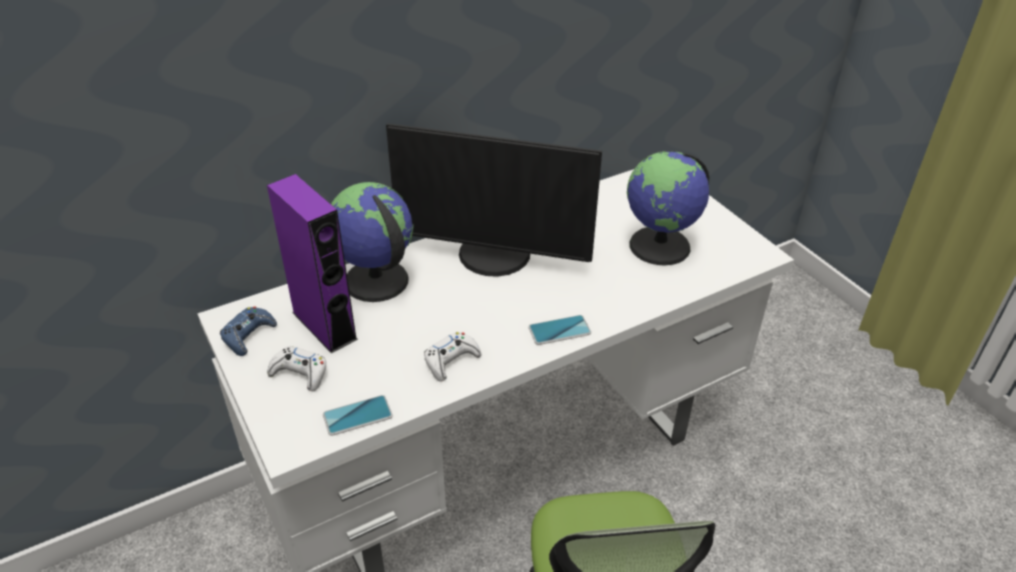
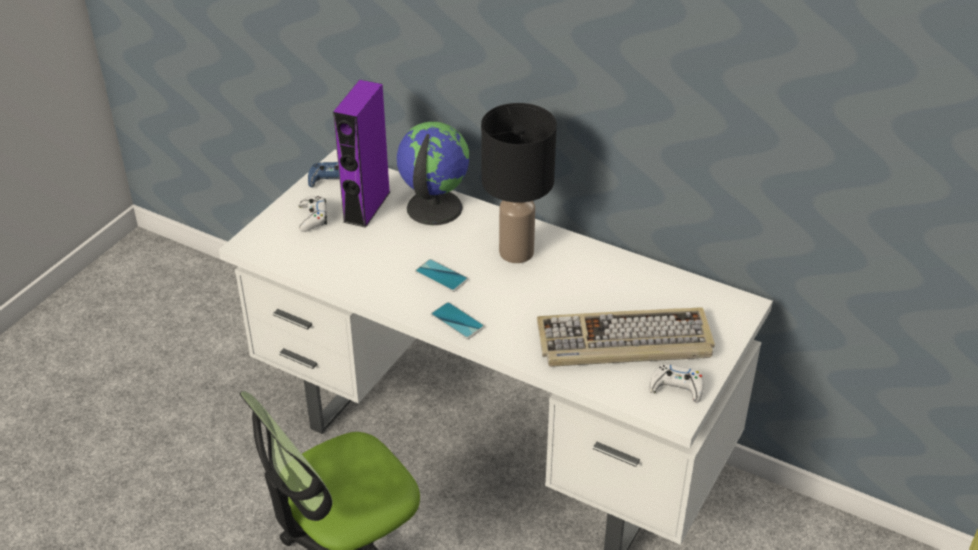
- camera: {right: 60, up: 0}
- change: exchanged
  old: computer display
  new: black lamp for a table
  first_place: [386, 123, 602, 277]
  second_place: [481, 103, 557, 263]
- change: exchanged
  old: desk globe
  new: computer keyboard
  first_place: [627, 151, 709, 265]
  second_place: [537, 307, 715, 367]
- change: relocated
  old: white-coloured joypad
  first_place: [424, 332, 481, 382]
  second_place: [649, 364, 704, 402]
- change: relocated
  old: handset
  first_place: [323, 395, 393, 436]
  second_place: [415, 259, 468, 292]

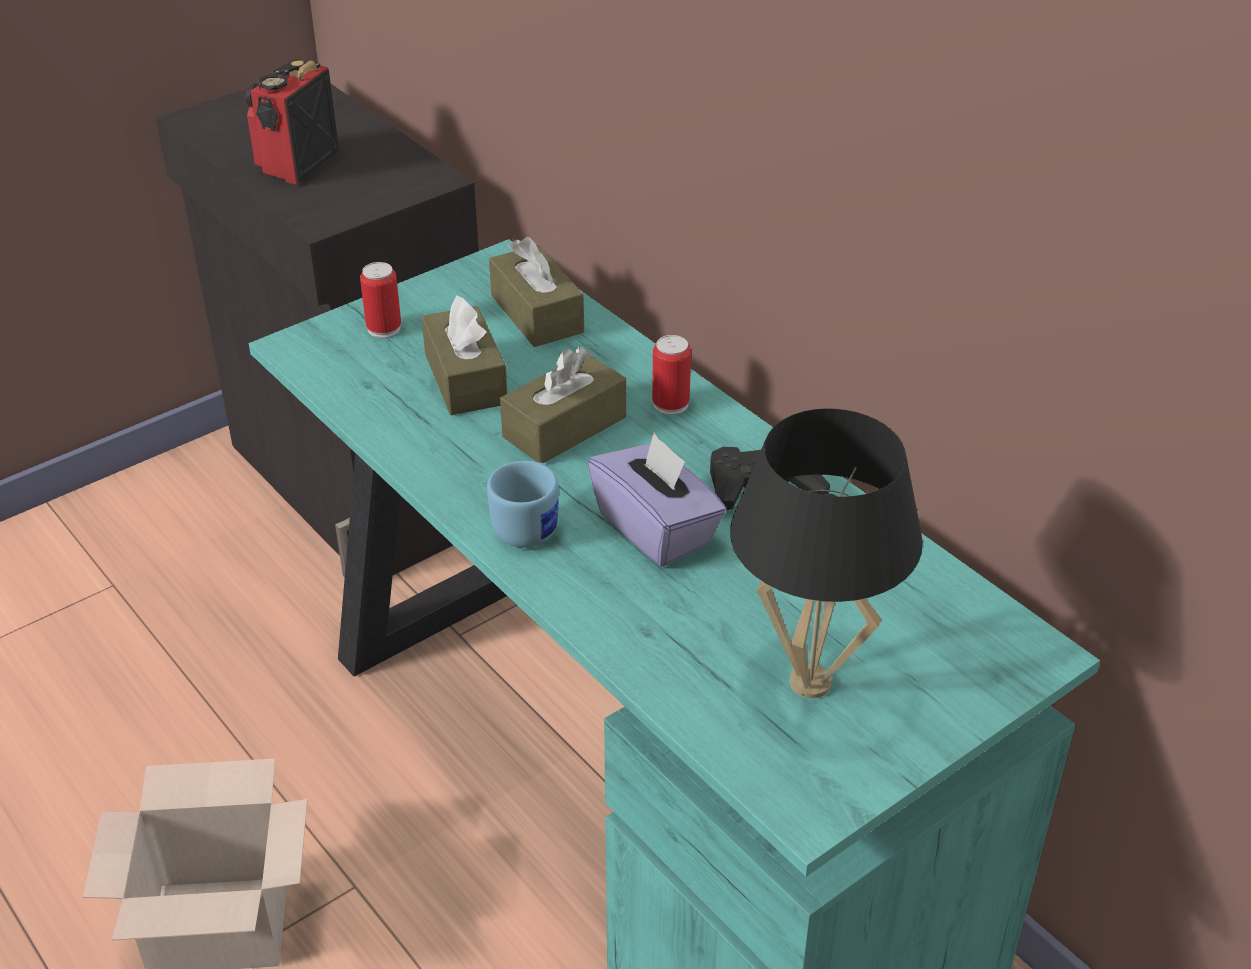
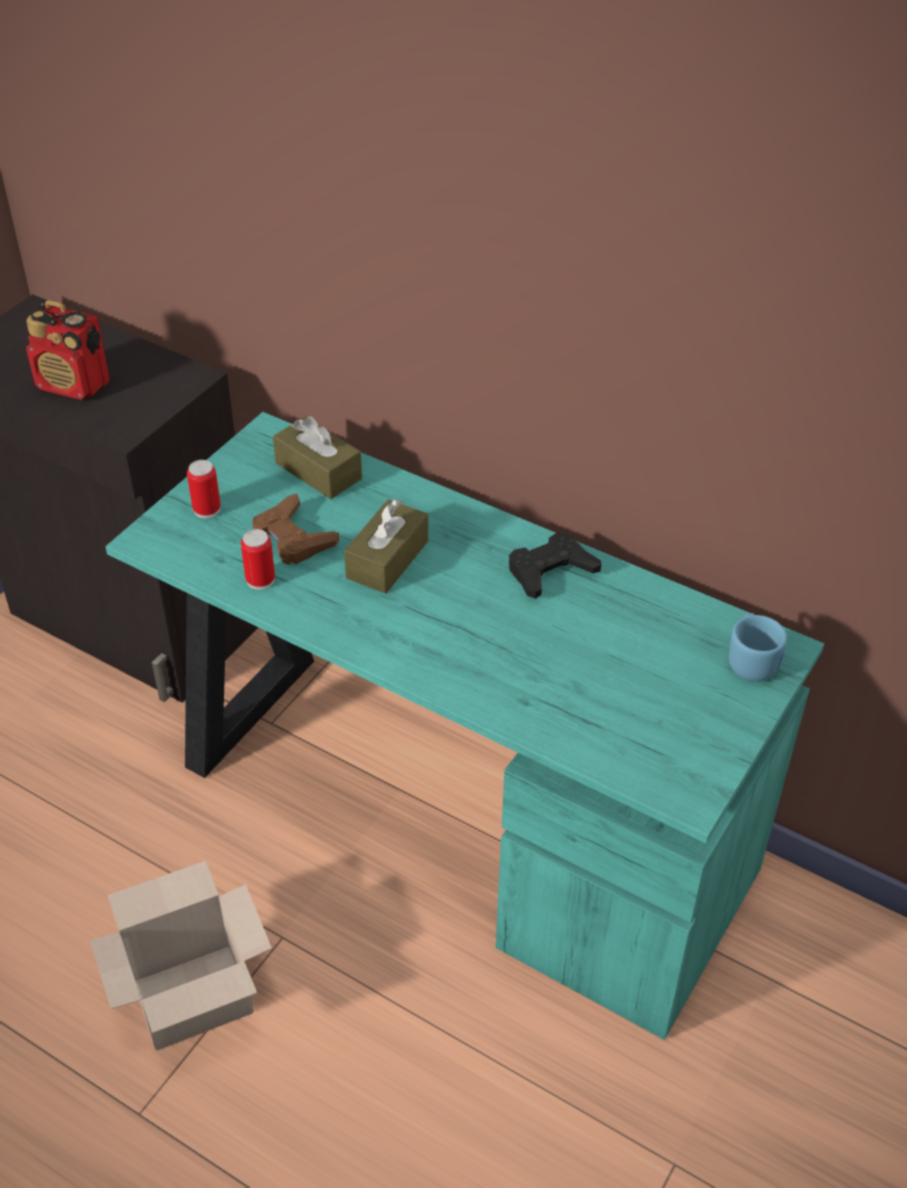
- camera: {right: -20, up: 5}
- change: spun
  old: radio
  first_place: [246, 59, 339, 185]
  second_place: [26, 300, 110, 400]
  degrees: -75
- change: exchanged
  old: brown-coloured tissue holder
  new: brown-coloured joypad
  first_place: [422, 296, 507, 415]
  second_place: [252, 493, 339, 565]
- change: relocated
  old: can
  first_place: [652, 335, 691, 415]
  second_place: [241, 529, 275, 590]
- change: missing
  old: black lamp for a table
  first_place: [730, 408, 923, 698]
- change: missing
  old: purplish tissue holder
  first_place: [588, 433, 727, 567]
- change: relocated
  old: blue-coloured coffee mug
  first_place: [487, 461, 559, 548]
  second_place: [729, 613, 787, 682]

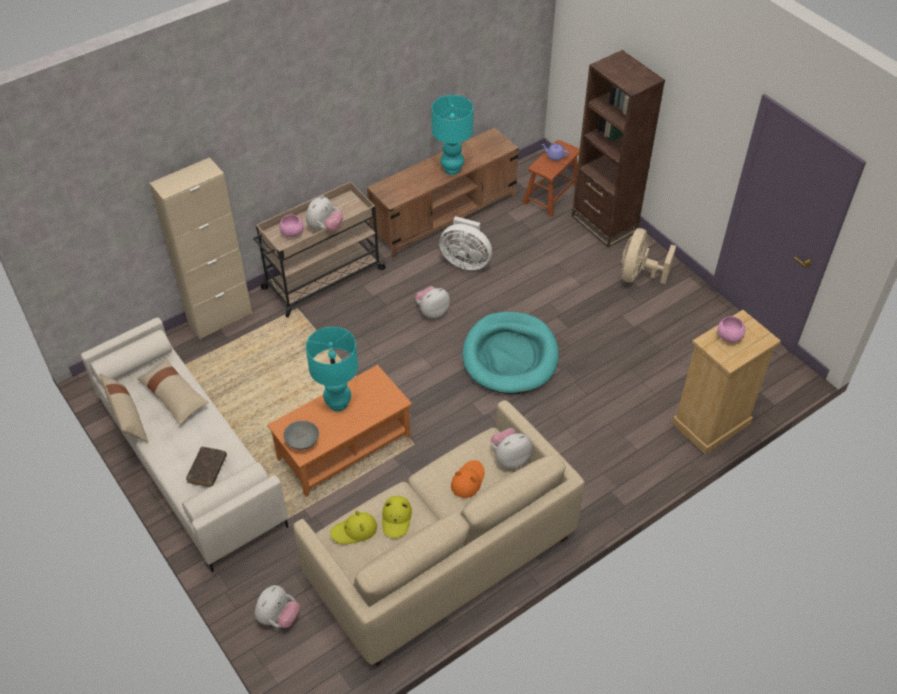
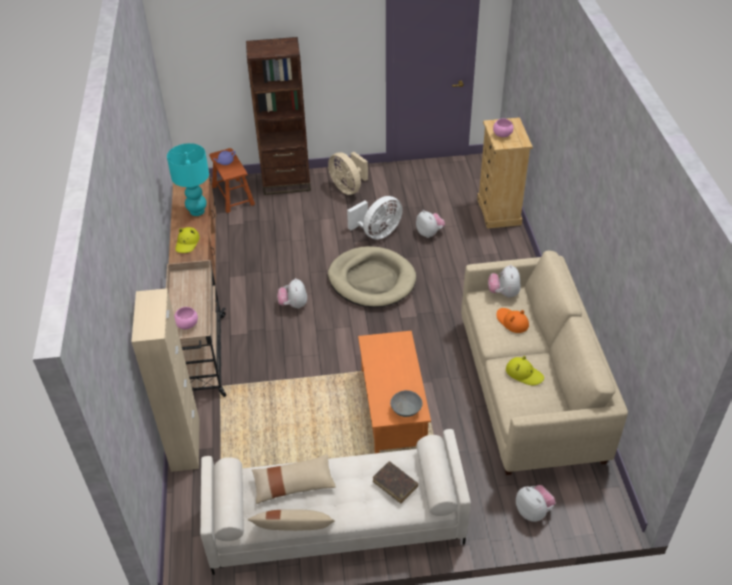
- camera: {right: -60, up: -5}
- change: relocated
  old: soft toy
  first_place: [306, 195, 343, 231]
  second_place: [416, 210, 445, 238]
- change: relocated
  old: white-coloured cooling fan
  first_place: [439, 216, 492, 270]
  second_place: [347, 196, 403, 240]
- change: colour
  old: blue-green dog bed
  new: beige-coloured dog bed
  first_place: [463, 312, 559, 394]
  second_place: [328, 246, 416, 307]
- change: missing
  old: blue-green lamp for a table
  first_place: [306, 326, 358, 411]
- change: relocated
  old: yellow wearable hat
  first_place: [330, 510, 377, 544]
  second_place: [175, 227, 200, 253]

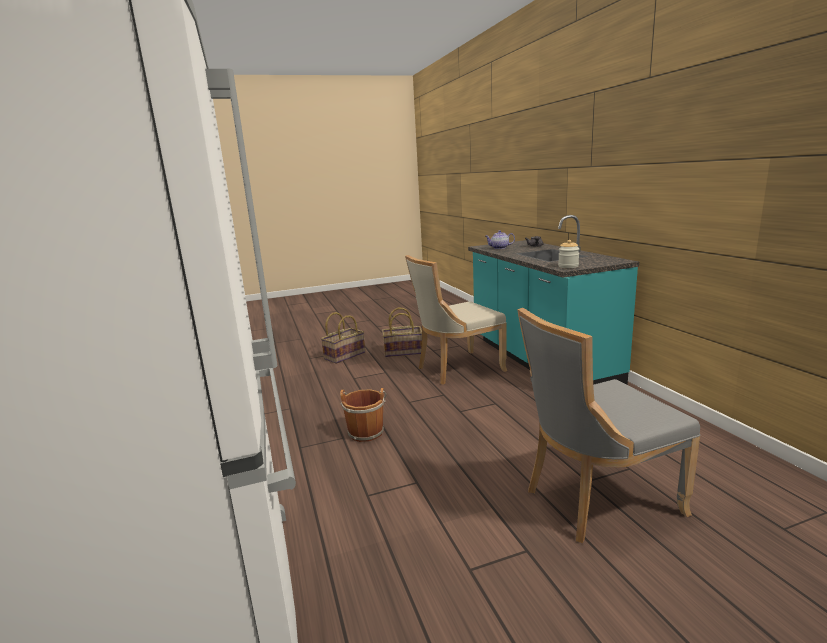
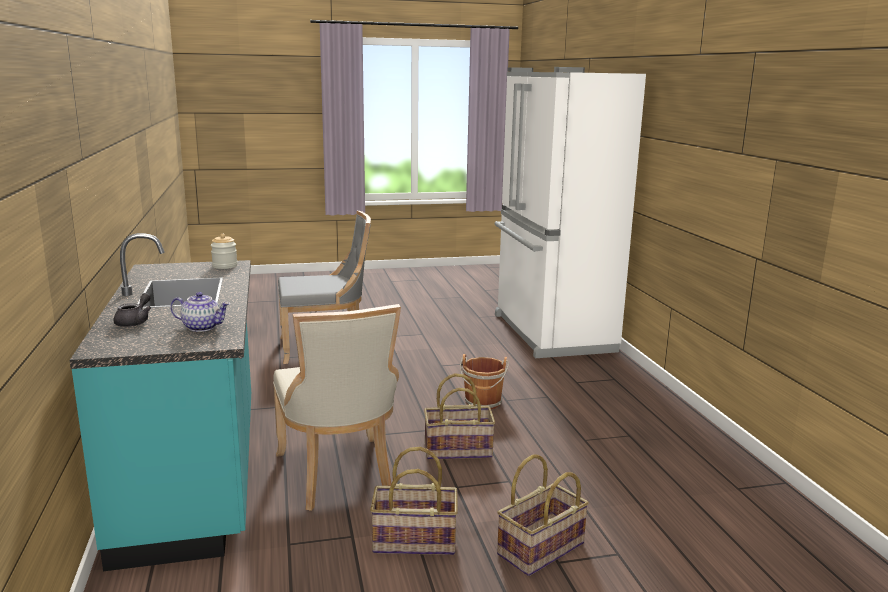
- camera: {right: -175, up: 0}
- change: spun
  old: beige-coloured chair
  first_place: [405, 255, 507, 385]
  second_place: [273, 304, 401, 511]
  degrees: 90
- change: appeared
  new: basket
  second_place: [424, 373, 495, 460]

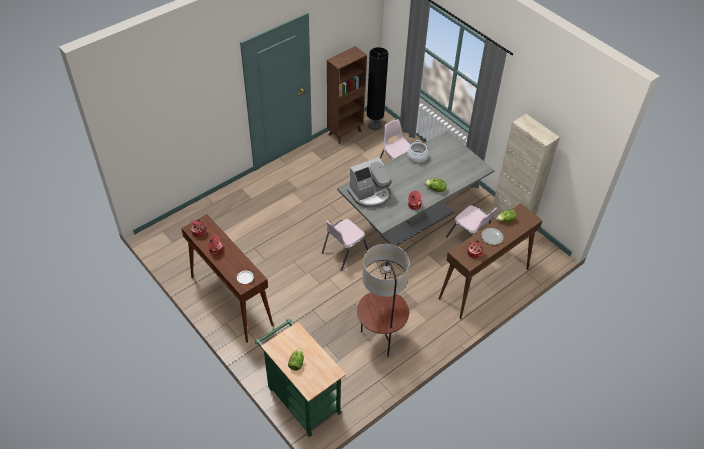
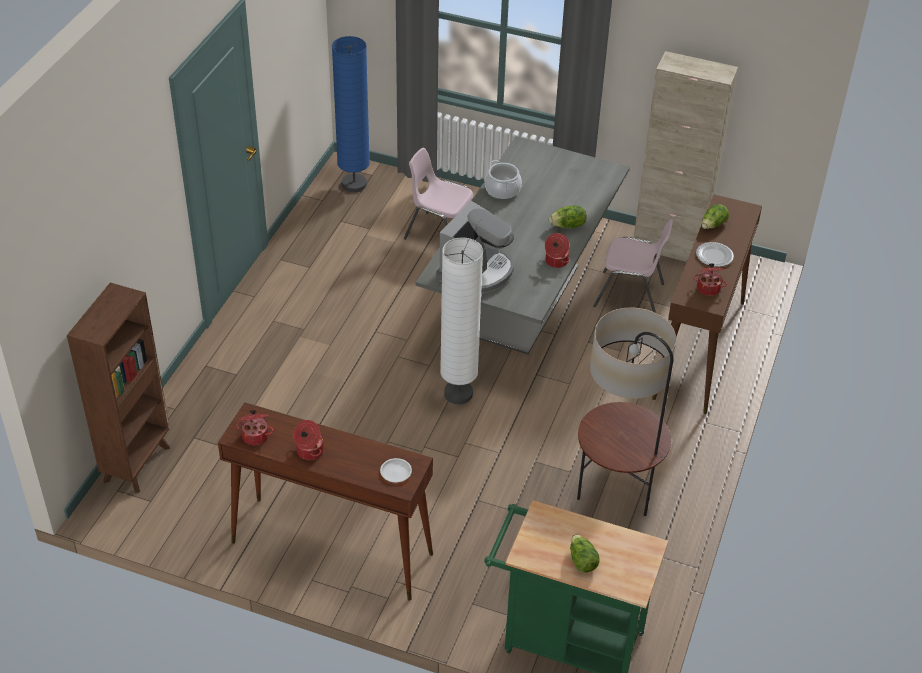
- camera: {right: -30, up: -5}
- change: relocated
  old: brown-coloured bookcase
  first_place: [327, 46, 367, 144]
  second_place: [67, 283, 170, 493]
- change: colour
  old: black standard lamp
  new: blue-coloured standard lamp
  first_place: [367, 47, 389, 130]
  second_place: [332, 36, 370, 192]
- change: exchanged
  old: pinkish chair
  new: white-coloured standard lamp
  first_place: [322, 219, 368, 271]
  second_place: [440, 237, 483, 404]

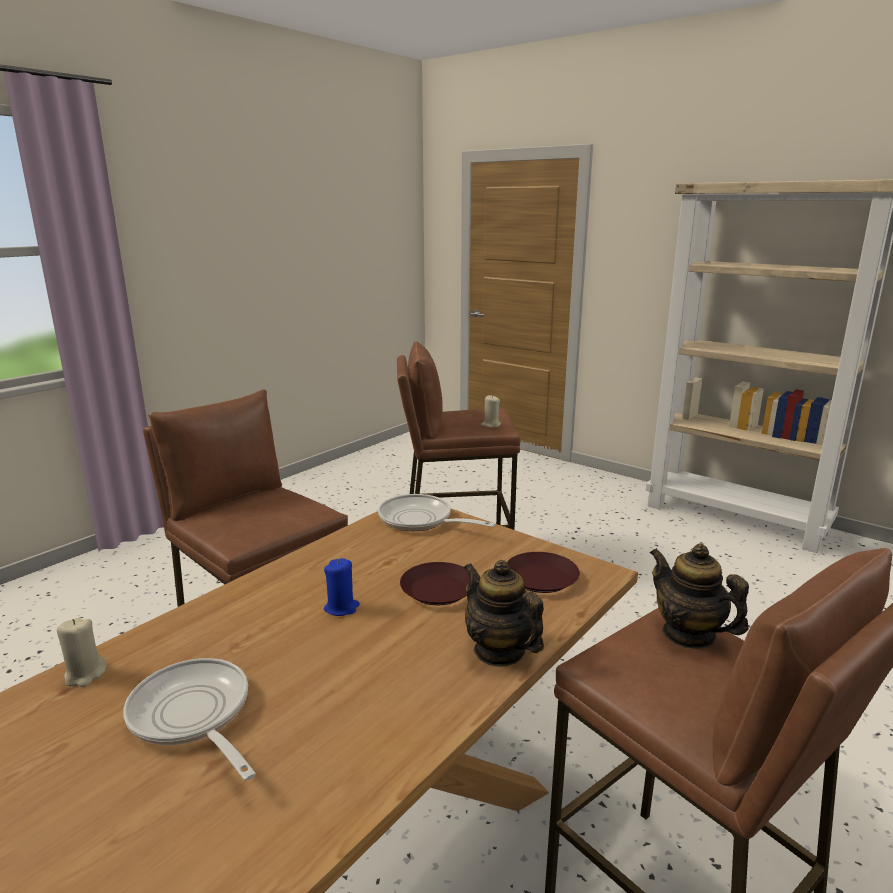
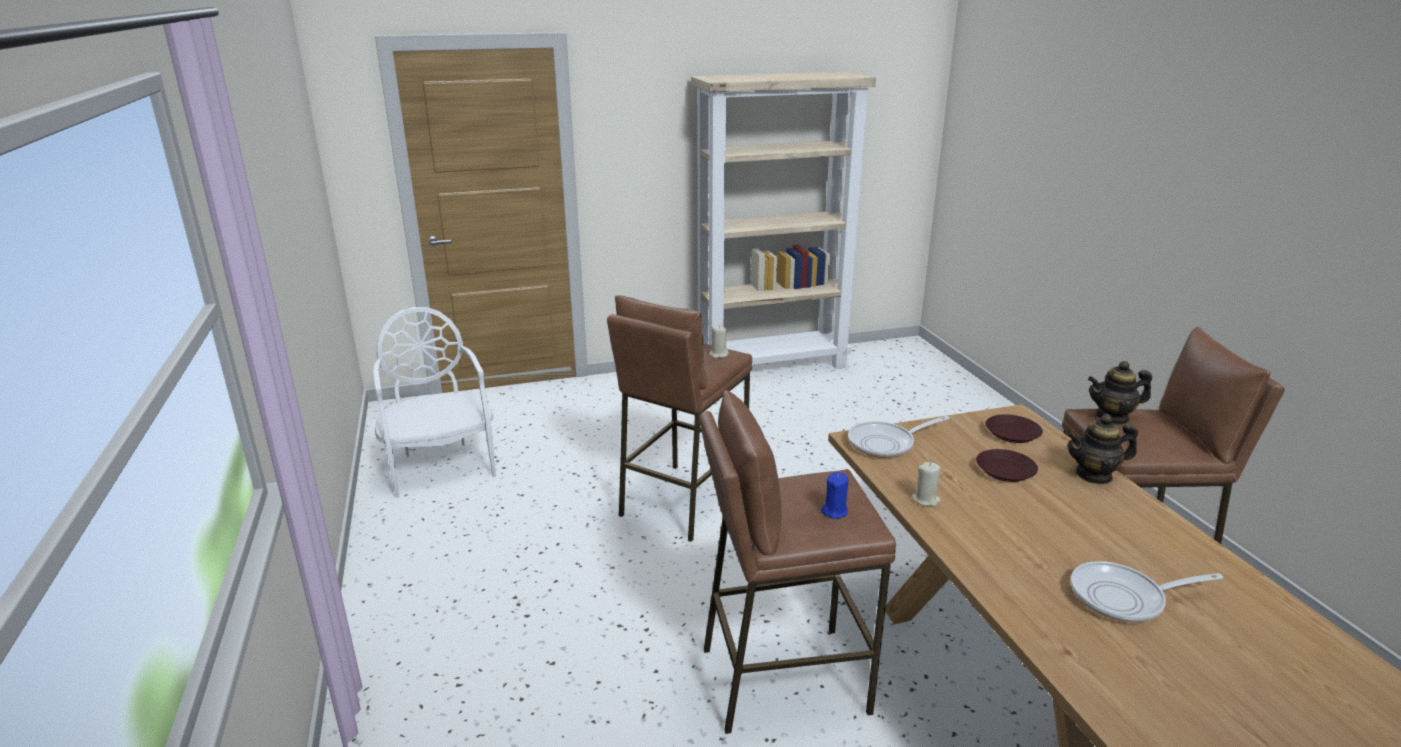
- camera: {right: -55, up: 5}
- change: relocated
  old: blue-coloured wax light
  first_place: [324, 558, 359, 616]
  second_place: [821, 472, 849, 519]
- change: relocated
  old: beige-coloured wax light
  first_place: [57, 618, 107, 687]
  second_place: [912, 462, 940, 506]
- change: appeared
  new: white-coloured chair
  second_place: [373, 307, 496, 498]

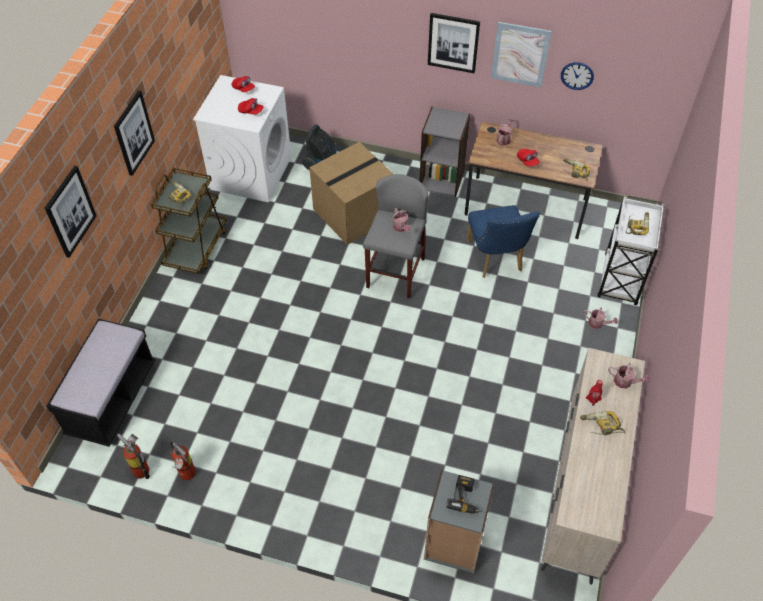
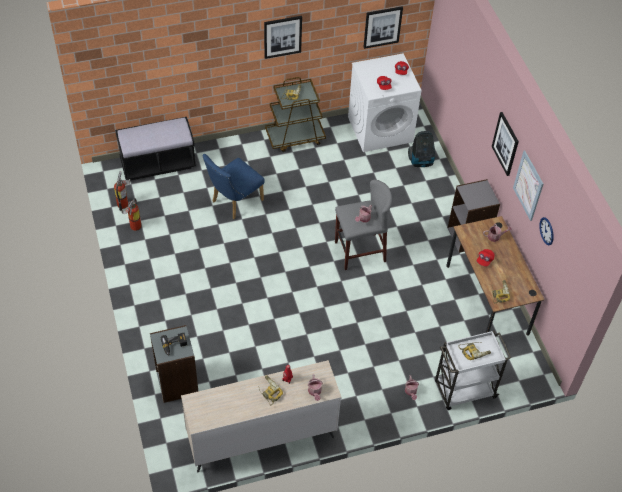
- camera: {right: 55, up: 0}
- change: missing
  old: cardboard box
  first_place: [309, 142, 394, 245]
- change: relocated
  old: wall picture
  first_place: [45, 166, 96, 258]
  second_place: [364, 7, 403, 49]
- change: relocated
  old: blue-coloured chair
  first_place: [467, 205, 540, 278]
  second_place: [203, 154, 265, 219]

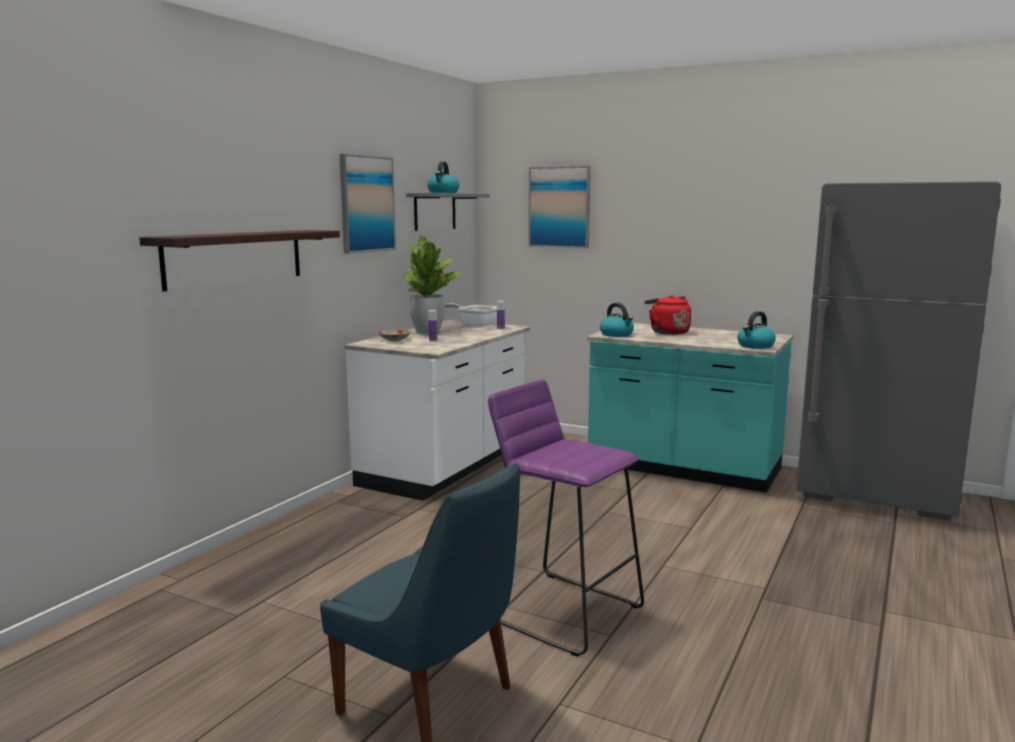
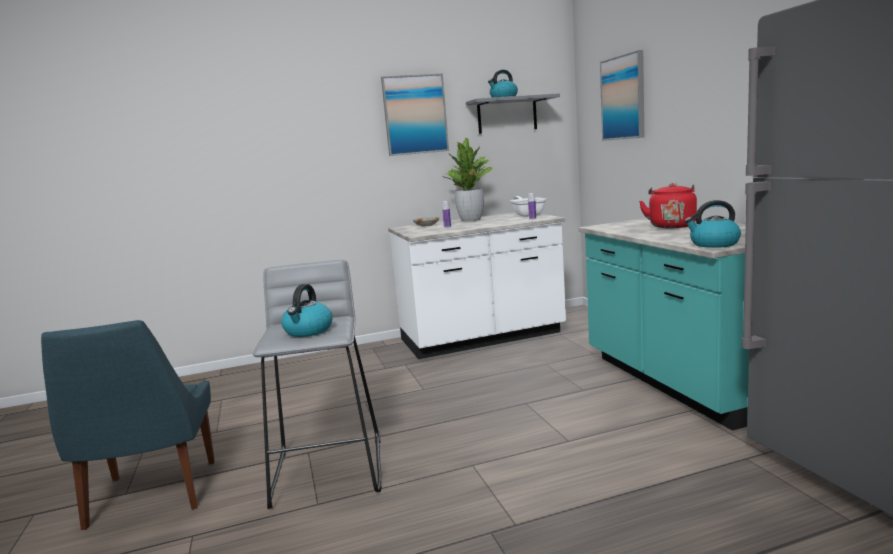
- camera: {right: 45, up: 0}
- change: missing
  old: wall shelf
  first_place: [139, 230, 340, 291]
- change: relocated
  old: kettle
  first_place: [600, 303, 634, 337]
  second_place: [281, 284, 333, 337]
- change: colour
  old: purplish stool seat
  new: grey stool seat
  first_place: [488, 379, 644, 657]
  second_place: [253, 260, 382, 509]

